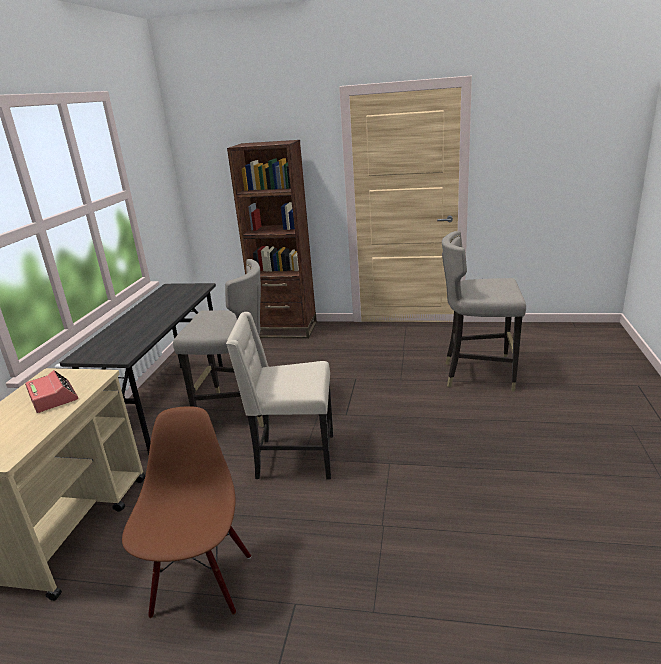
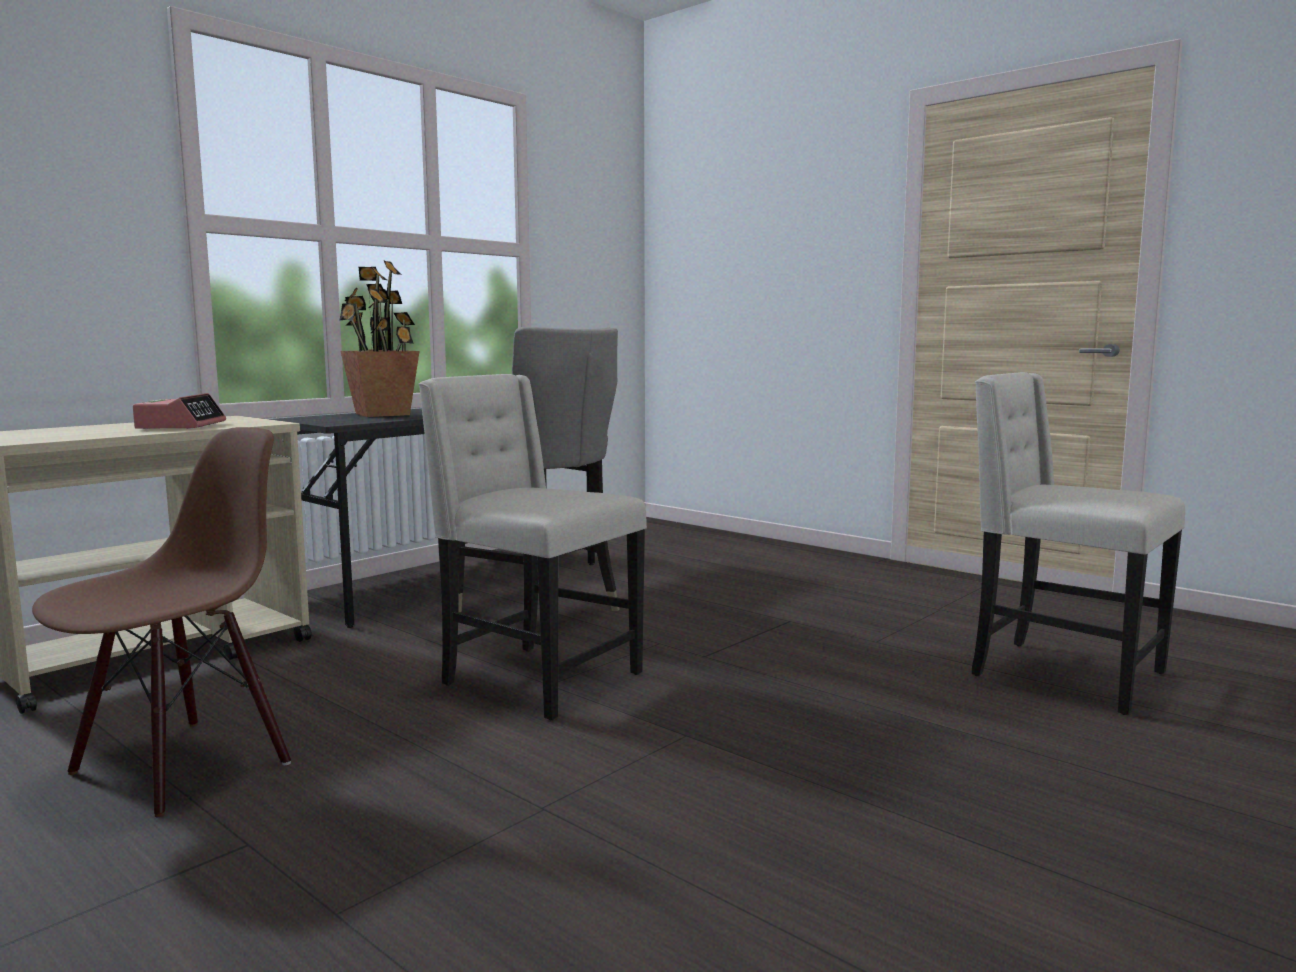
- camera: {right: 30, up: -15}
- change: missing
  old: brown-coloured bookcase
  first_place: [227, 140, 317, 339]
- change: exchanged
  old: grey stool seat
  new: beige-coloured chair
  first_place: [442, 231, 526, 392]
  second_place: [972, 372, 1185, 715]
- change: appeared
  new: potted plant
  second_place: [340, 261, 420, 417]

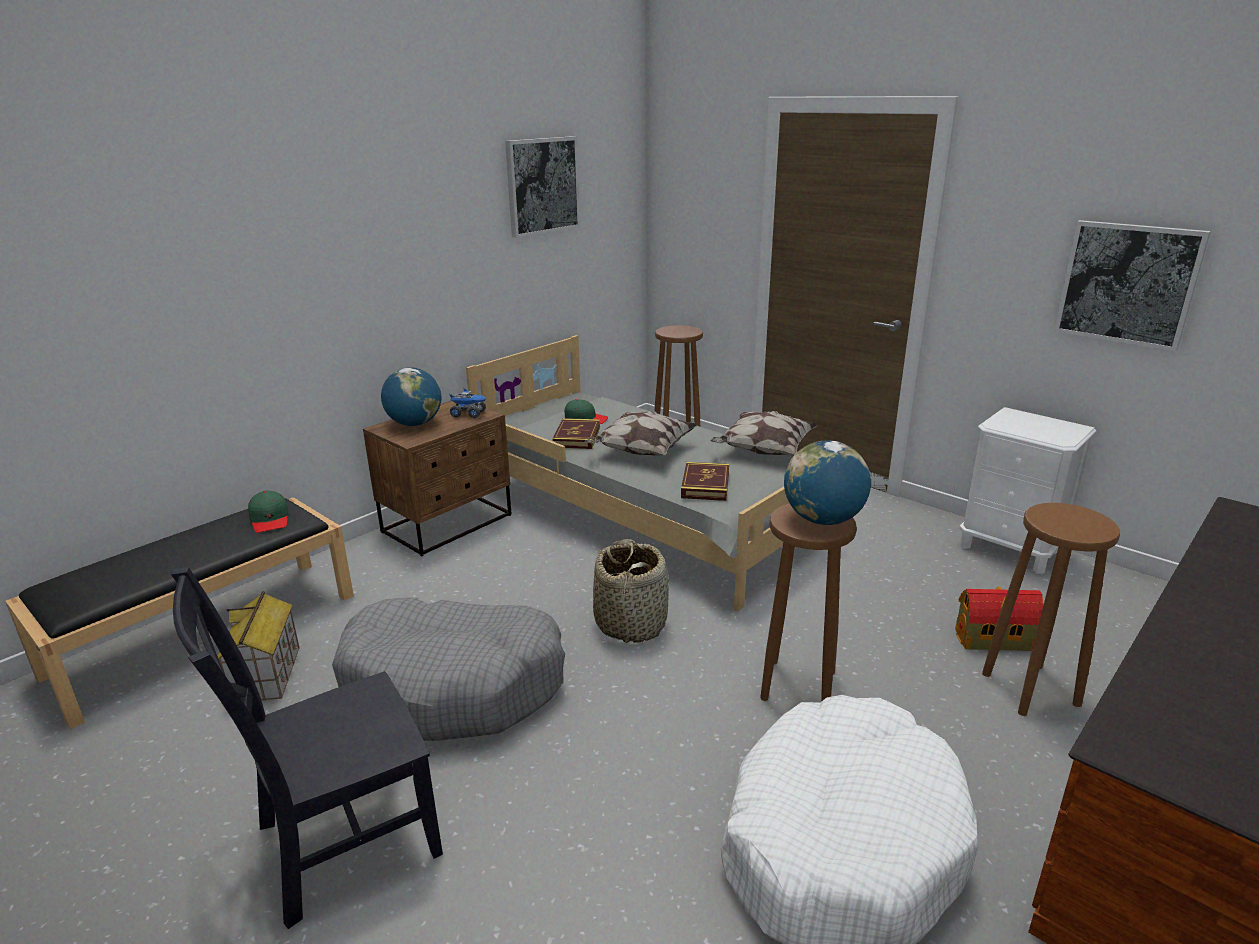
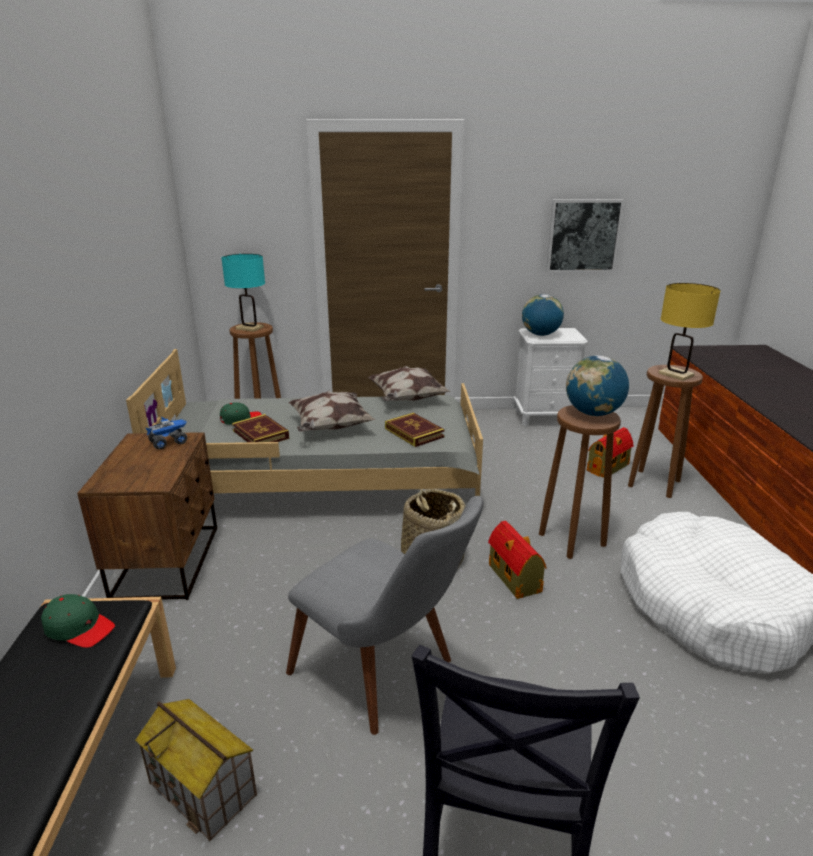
- camera: {right: -45, up: 0}
- change: missing
  old: wall picture
  first_place: [505, 136, 580, 238]
- change: relocated
  old: desk globe
  first_place: [381, 367, 442, 426]
  second_place: [522, 294, 564, 336]
- change: exchanged
  old: grey dog bed
  new: grey chair
  first_place: [332, 597, 565, 741]
  second_place: [286, 496, 484, 735]
- change: appeared
  new: blue-green lamp for a table
  second_place: [221, 254, 265, 332]
- change: appeared
  new: yellow lamp for a table
  second_place: [658, 283, 721, 381]
- change: appeared
  new: toy house
  second_place: [488, 521, 546, 599]

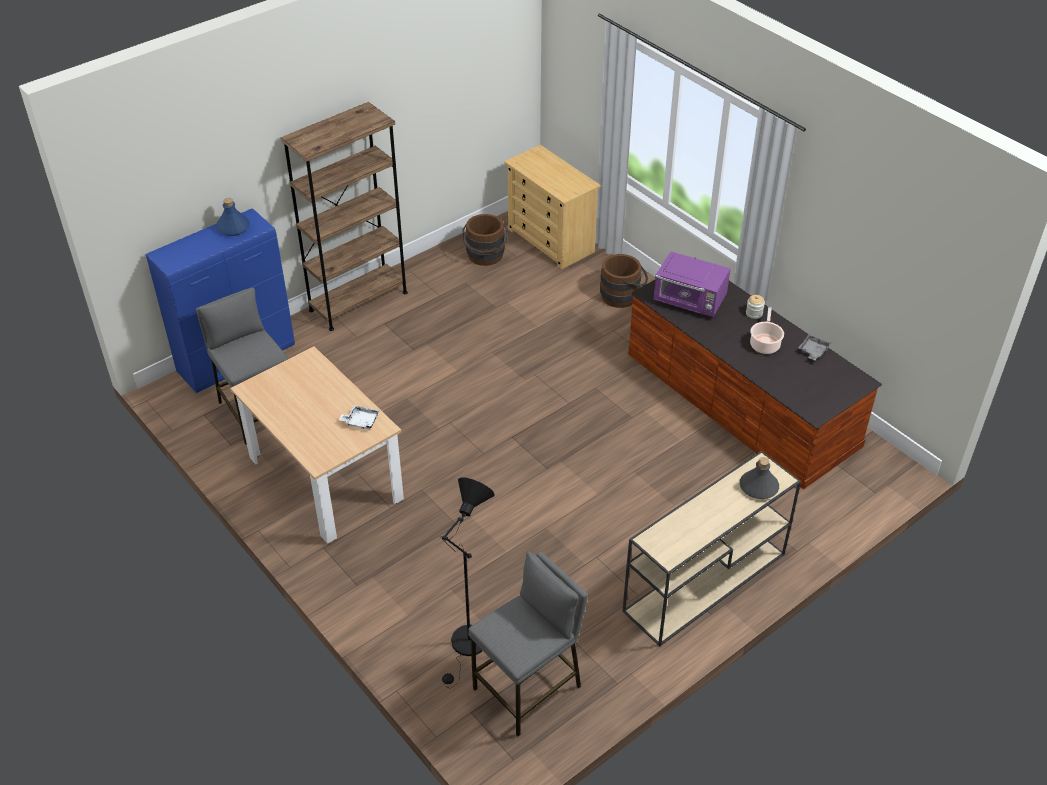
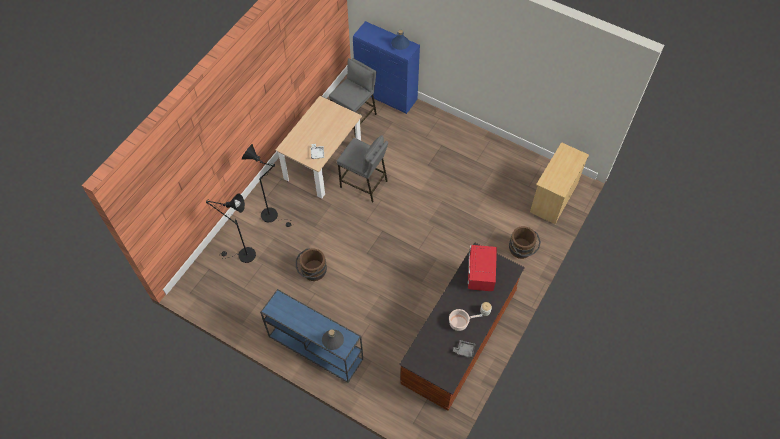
- camera: {right: 70, up: 15}
- change: missing
  old: brown-coloured bookcase
  first_place: [280, 102, 408, 331]
- change: relocated
  old: brown-coloured bucket
  first_place: [462, 214, 508, 266]
  second_place: [296, 248, 327, 281]
- change: colour
  old: purplish microwave
  new: red microwave
  first_place: [654, 252, 731, 317]
  second_place: [468, 245, 497, 291]
- change: colour
  old: beige-coloured console table
  new: blue-coloured console table
  first_place: [622, 451, 801, 646]
  second_place: [260, 289, 363, 383]
- change: relocated
  old: grey stool seat
  first_place: [468, 551, 588, 736]
  second_place: [337, 135, 388, 202]
- change: appeared
  new: black standard lamp
  second_place: [242, 144, 293, 227]

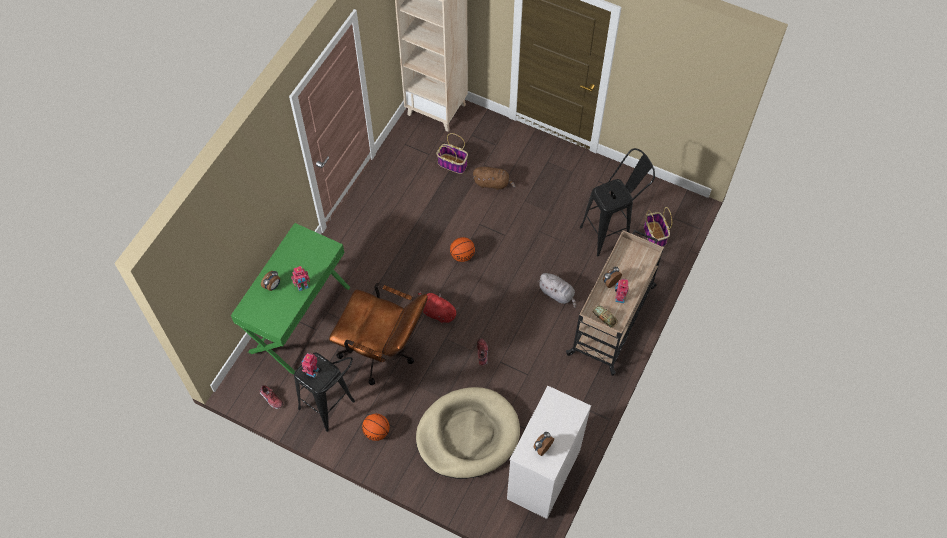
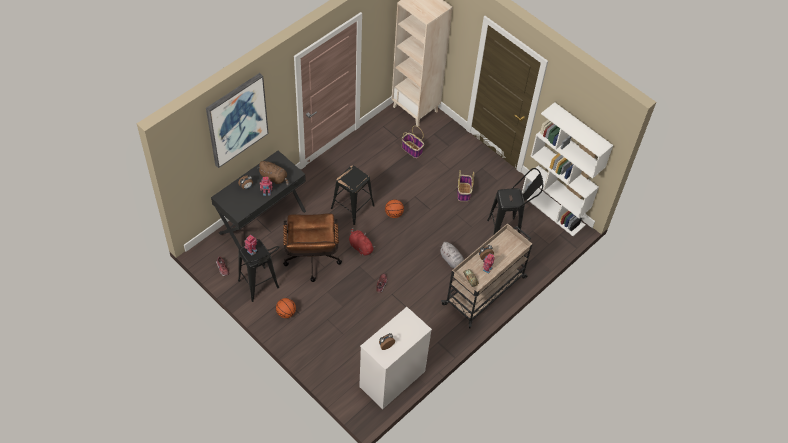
- camera: {right: 15, up: -5}
- change: relocated
  old: brown-coloured soft toy
  first_place: [473, 167, 516, 190]
  second_place: [257, 161, 289, 185]
- change: relocated
  old: basket
  first_place: [644, 207, 672, 247]
  second_place: [457, 170, 474, 201]
- change: colour
  old: green-coloured desk
  new: black desk
  first_place: [231, 223, 350, 375]
  second_place: [211, 151, 306, 249]
- change: spun
  old: brown-coloured office chair
  first_place: [329, 283, 428, 385]
  second_place: [283, 213, 342, 282]
  degrees: 45
- change: missing
  old: beige-coloured dog bed
  first_place: [416, 387, 520, 479]
- change: appeared
  new: wall picture
  second_place: [206, 73, 269, 168]
- change: appeared
  new: white-coloured bookcase
  second_place: [522, 102, 613, 236]
- change: appeared
  new: black stool seat
  second_place: [331, 165, 375, 225]

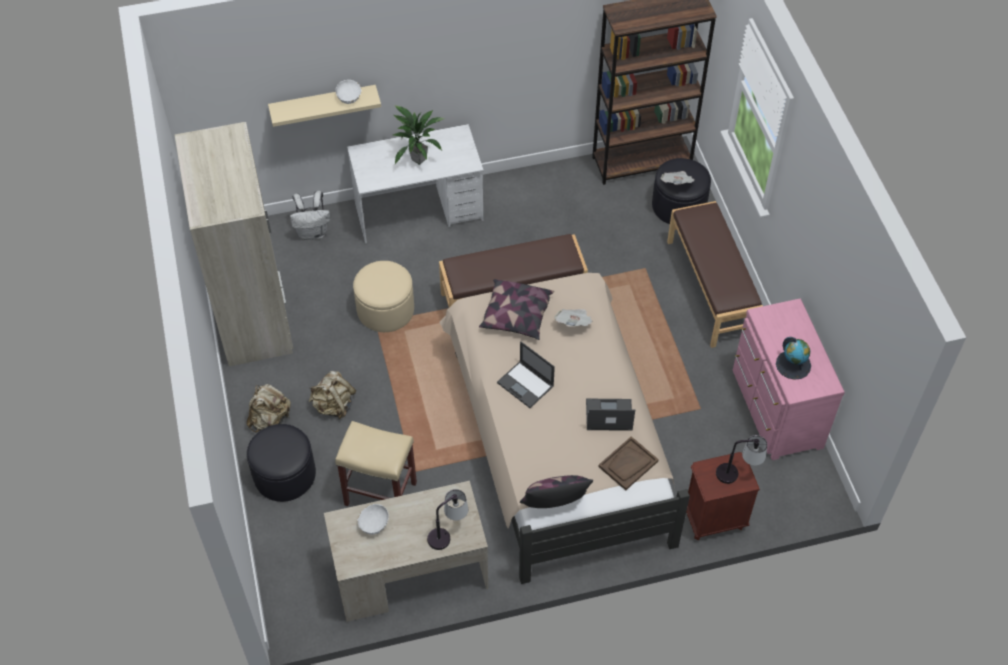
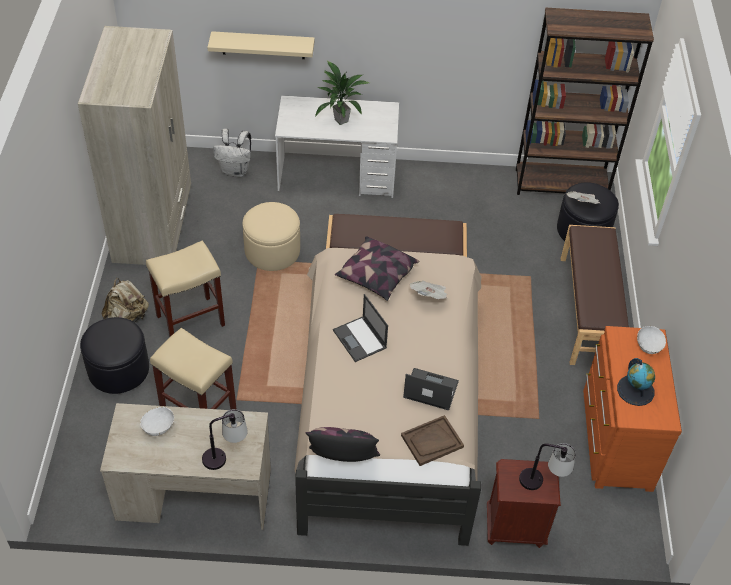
- camera: {right: 15, up: -5}
- change: relocated
  old: white-coloured deep dish
  first_place: [336, 80, 361, 104]
  second_place: [637, 326, 666, 354]
- change: colour
  old: pinkish dresser
  new: orange-coloured dresser
  first_place: [733, 298, 845, 460]
  second_place: [583, 326, 682, 492]
- change: exchanged
  old: beige-coloured rucksack
  new: beige-coloured stool seat
  first_place: [309, 371, 356, 420]
  second_place: [146, 241, 225, 337]

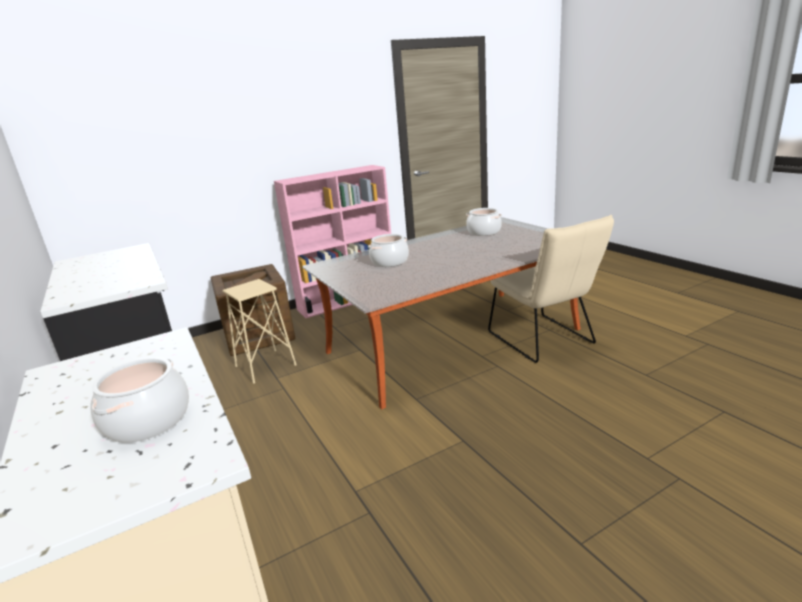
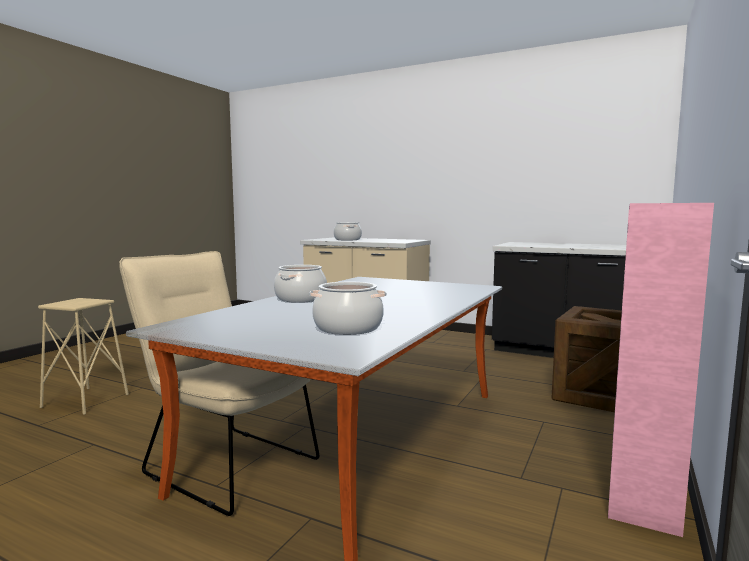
- camera: {right: 145, up: -15}
- change: relocated
  old: stockpot
  first_place: [368, 234, 409, 267]
  second_place: [274, 265, 327, 303]
- change: relocated
  old: beige-coloured stool seat
  first_place: [222, 279, 297, 384]
  second_place: [38, 298, 129, 415]

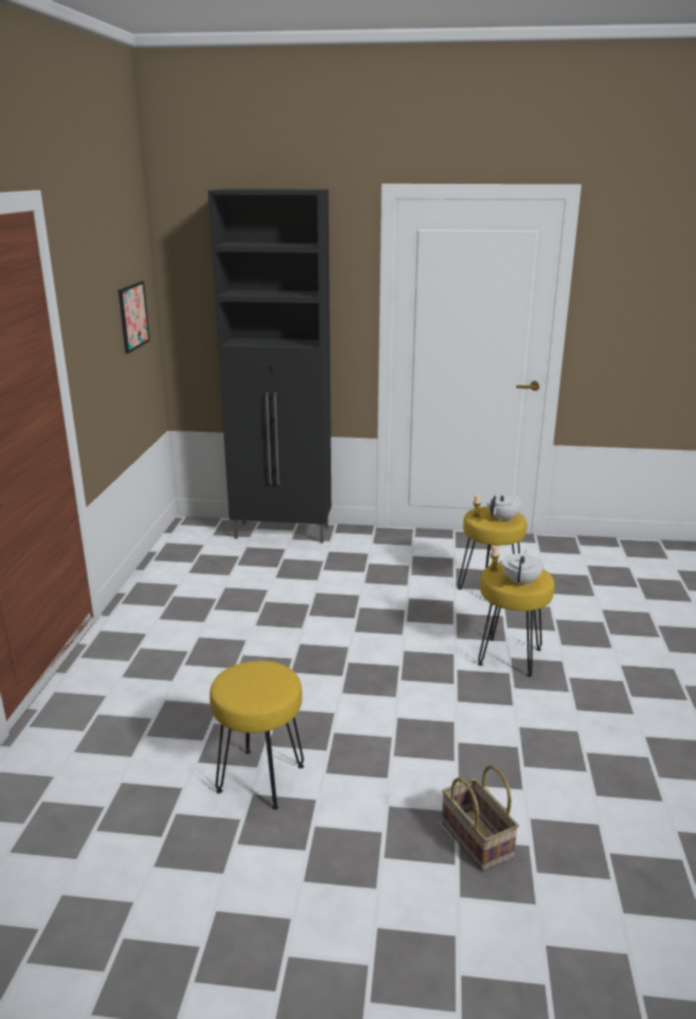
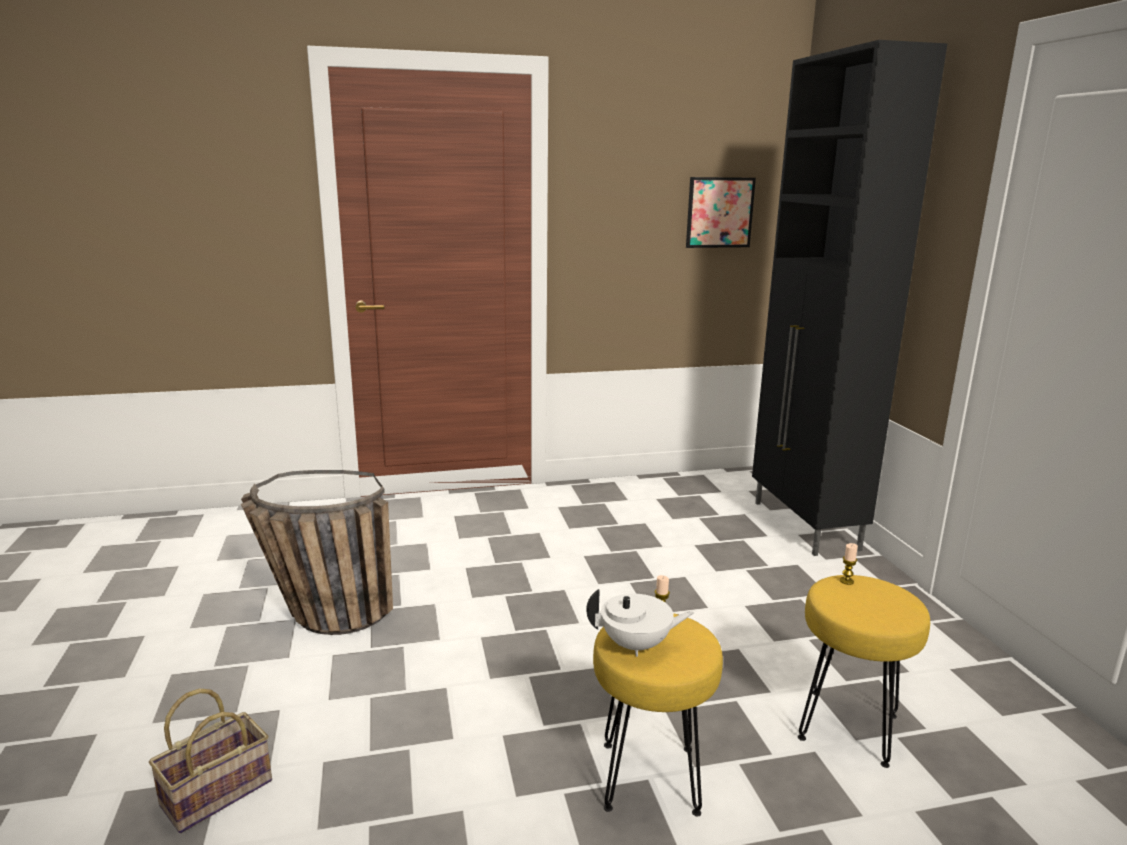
- camera: {right: 70, up: -5}
- change: missing
  old: white-coloured pot for tea
  first_place: [487, 494, 522, 522]
- change: exchanged
  old: yellow stool seat
  new: basket
  first_place: [210, 661, 304, 810]
  second_place: [241, 470, 393, 635]

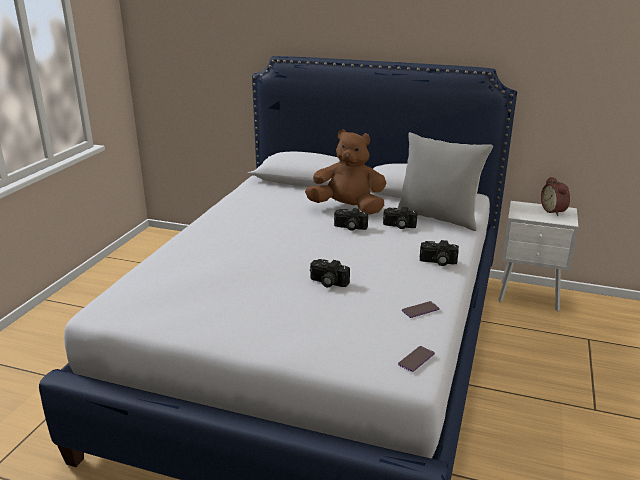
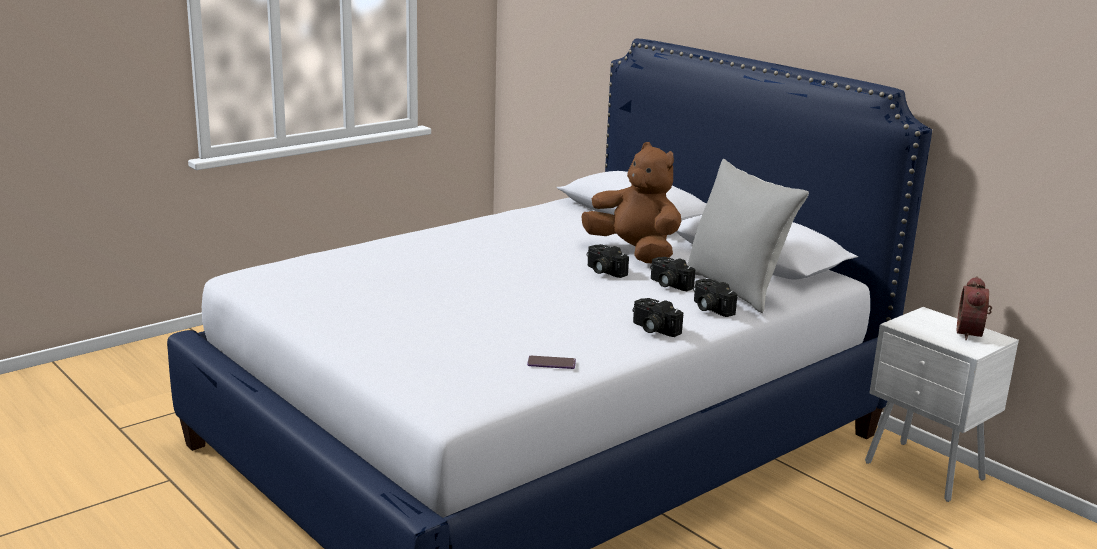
- camera: {right: 30, up: -5}
- change: relocated
  old: still camera
  first_place: [310, 259, 350, 287]
  second_place: [693, 279, 737, 317]
- change: missing
  old: handset
  first_place: [398, 346, 435, 372]

